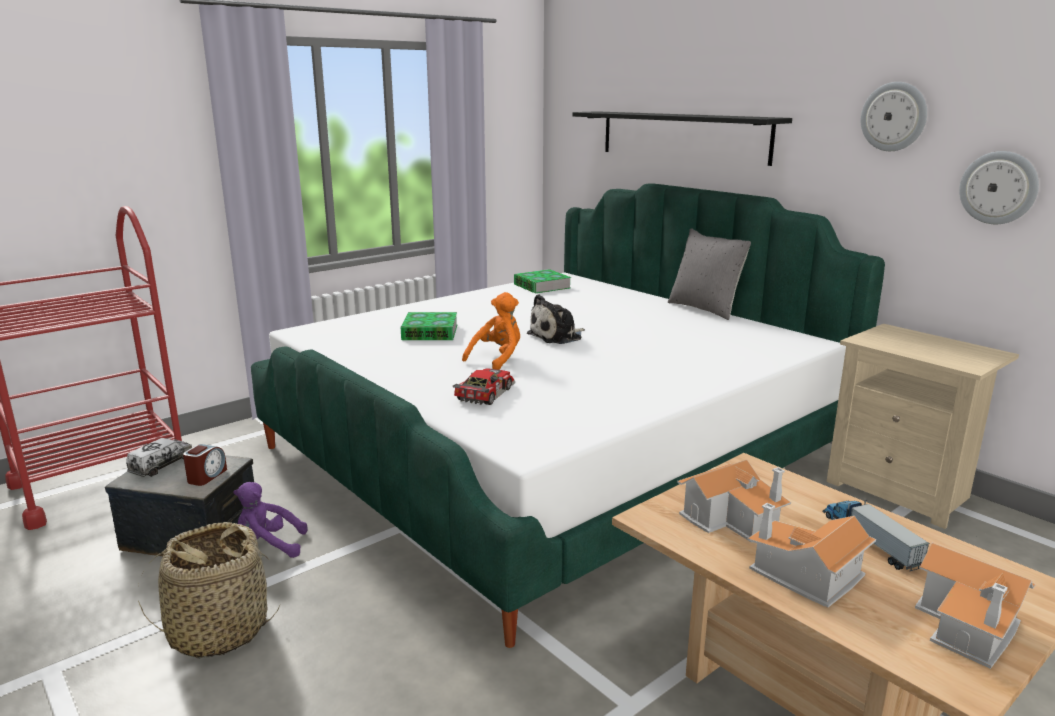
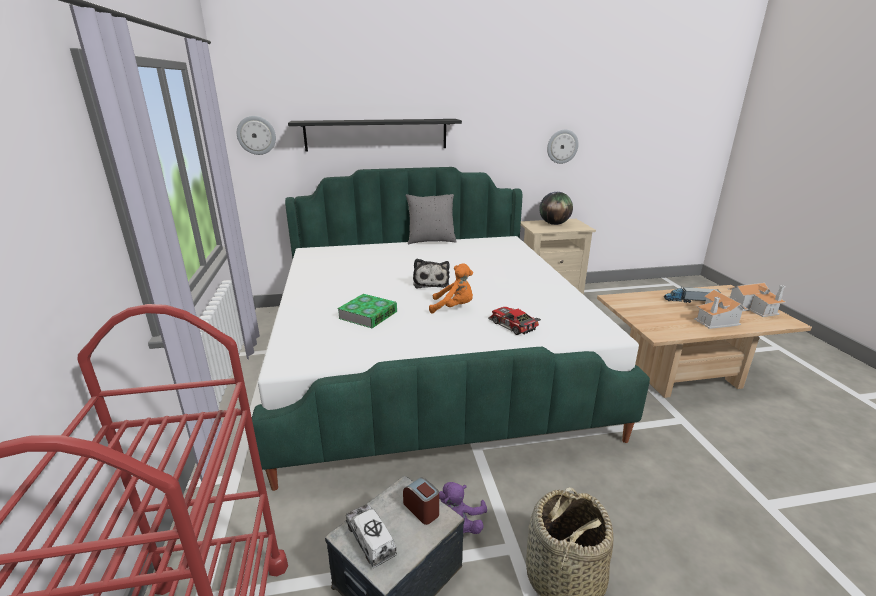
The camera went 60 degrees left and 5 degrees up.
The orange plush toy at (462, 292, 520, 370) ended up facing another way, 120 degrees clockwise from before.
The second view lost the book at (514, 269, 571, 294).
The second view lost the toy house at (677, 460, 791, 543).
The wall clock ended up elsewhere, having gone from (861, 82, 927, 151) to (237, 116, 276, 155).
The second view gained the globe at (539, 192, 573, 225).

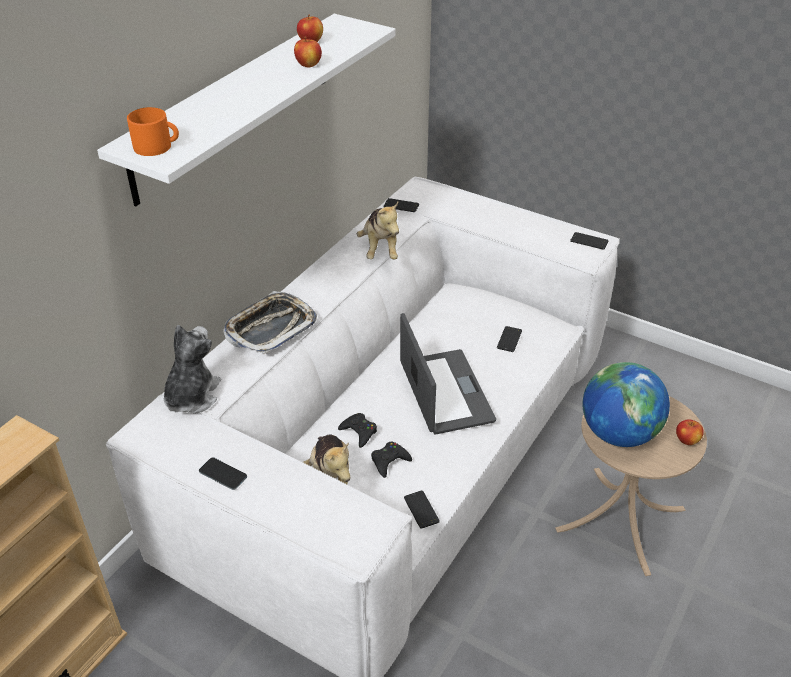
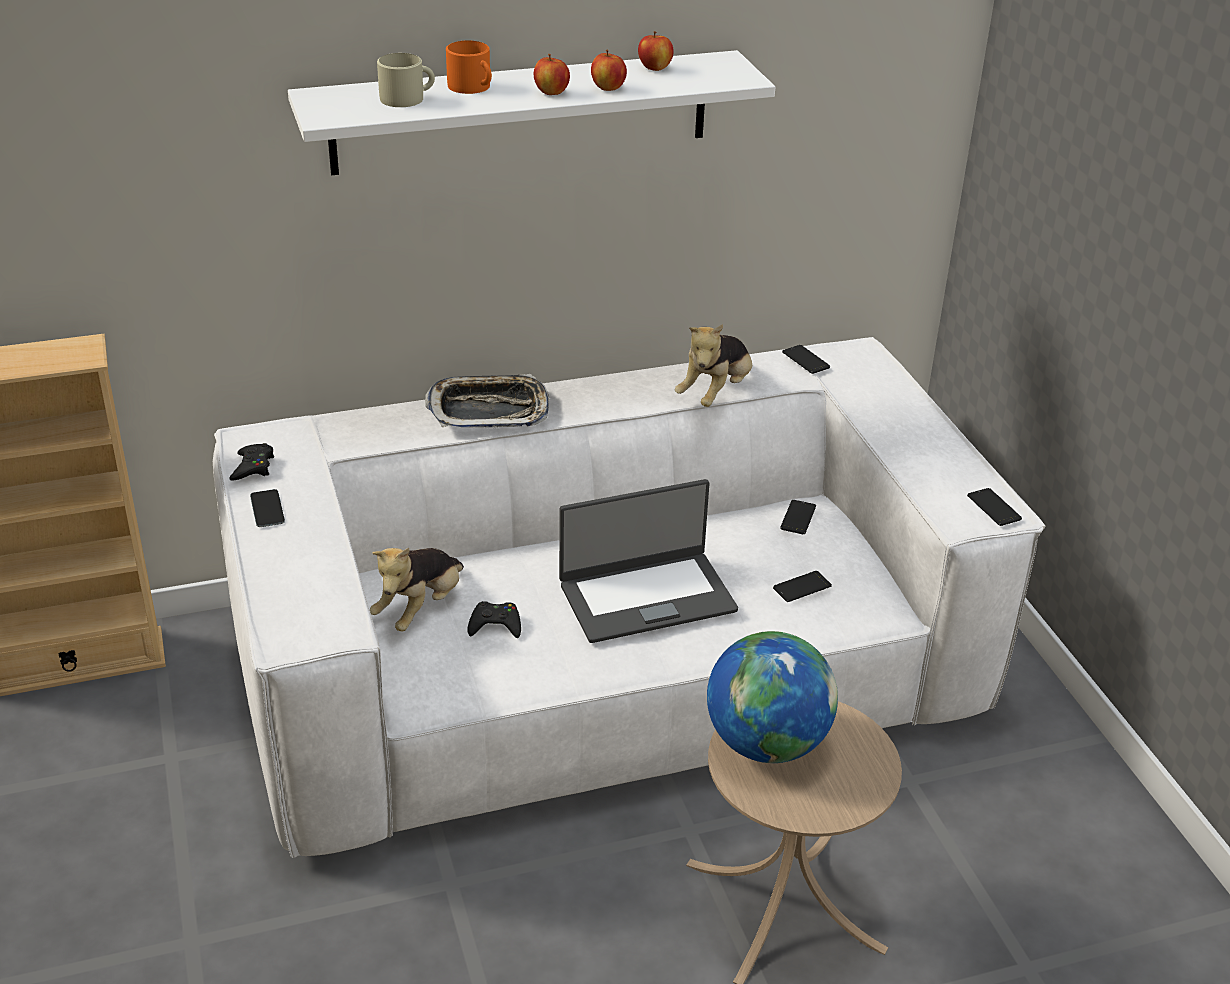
The camera went 40 degrees right and 5 degrees down.
The orange mug ended up elsewhere, having gone from (127, 107, 179, 156) to (446, 41, 492, 94).
The second view lost the plush toy at (164, 325, 221, 414).
The black game controller ended up elsewhere, having gone from (338, 413, 377, 448) to (229, 443, 274, 480).
The laptop at (400, 313, 496, 435) ended up facing another way, 45 degrees clockwise from before.
The phone ended up elsewhere, having gone from (404, 491, 440, 529) to (780, 500, 816, 534).
The apple ended up elsewhere, having gone from (676, 419, 704, 445) to (534, 54, 570, 95).
The second view gained the beige mug at (377, 53, 435, 107).

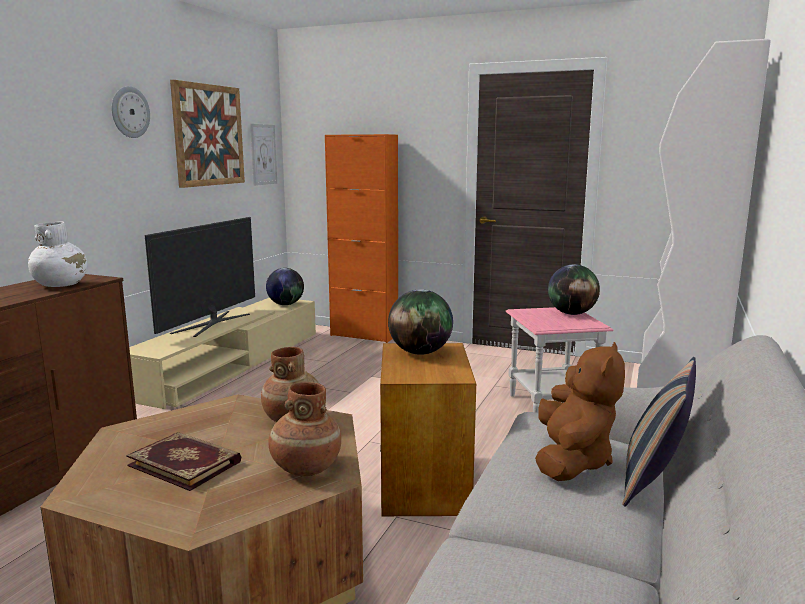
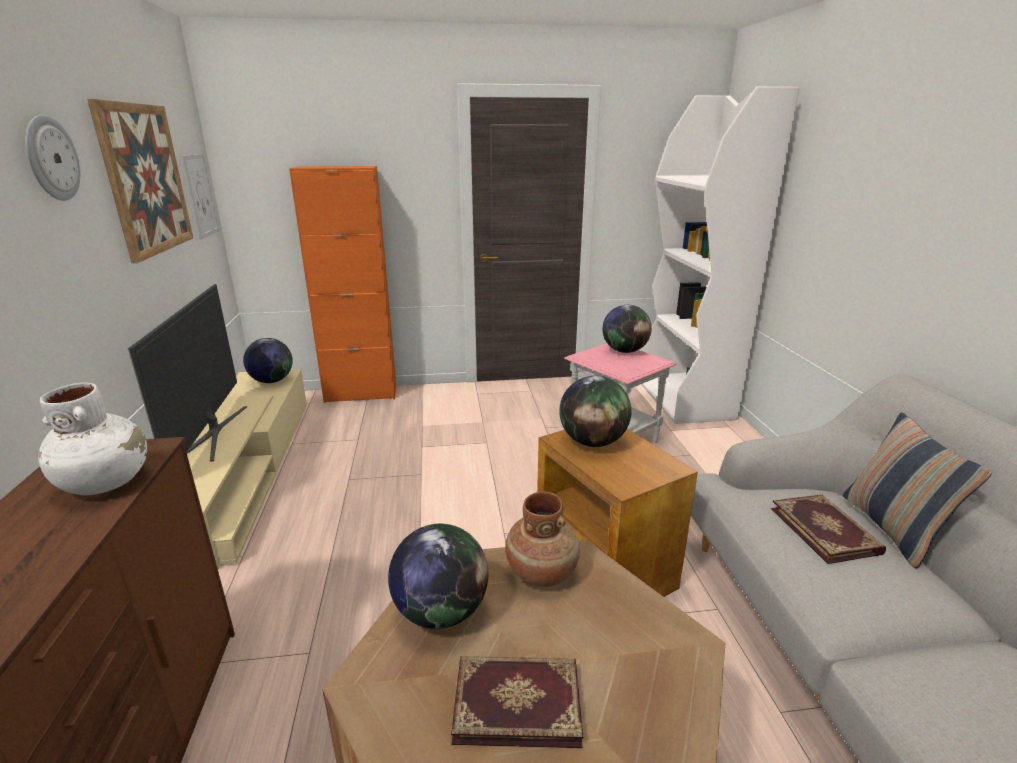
The camera went 30 degrees left and 10 degrees up.
The second view lost the brown vase at (268, 382, 341, 476).
Where the brown plush toy stood at (535, 342, 625, 481), the book came to stand at (771, 494, 886, 564).
The second view gained the globe at (388, 524, 488, 629).

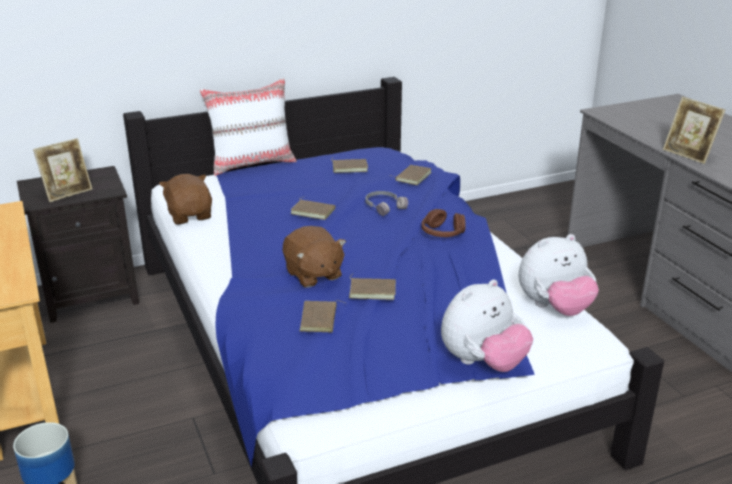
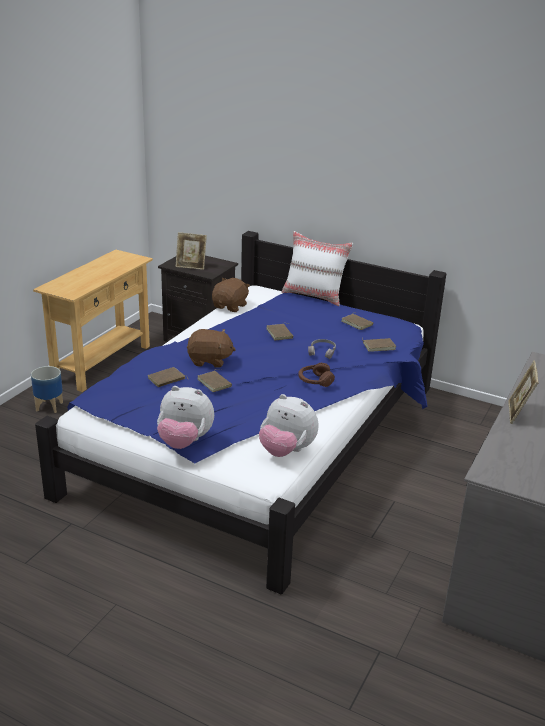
The camera went 50 degrees right and 0 degrees up.
The brown plush toy at (283, 226, 346, 288) ended up facing another way, 105 degrees counterclockwise from before.

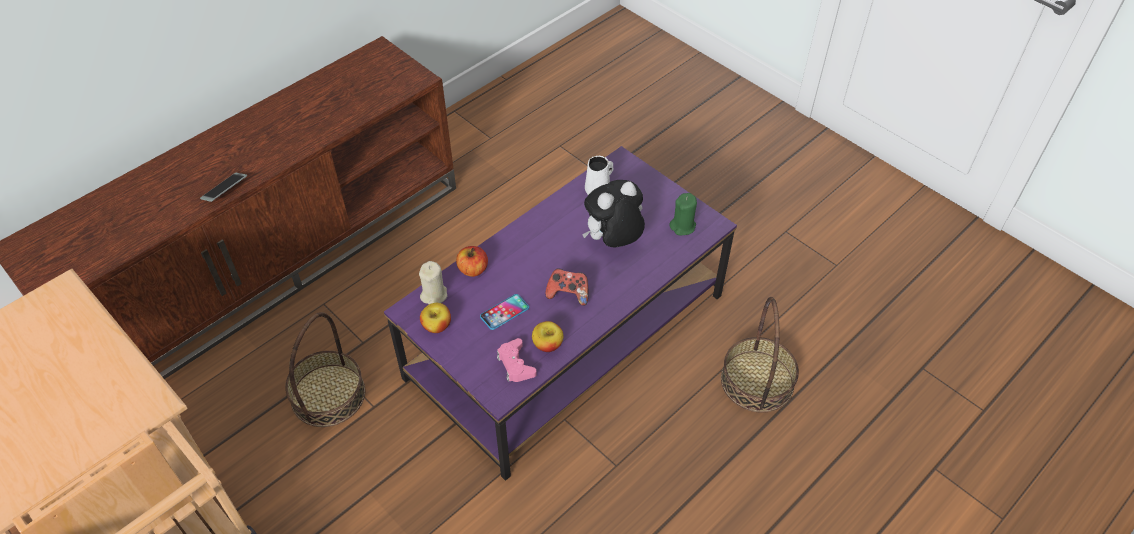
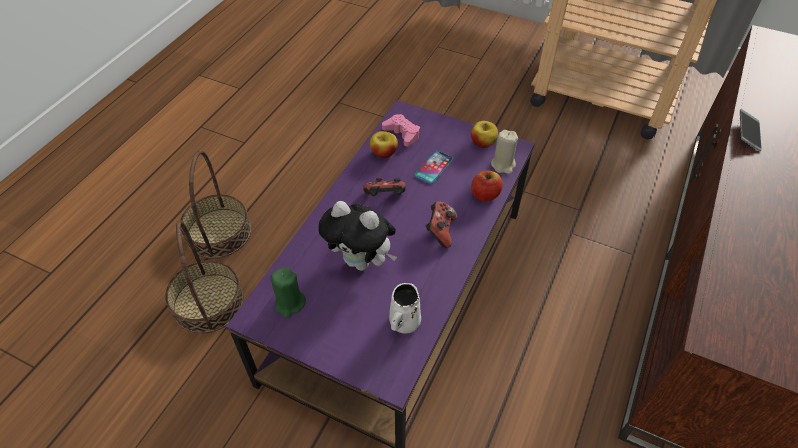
The camera went 160 degrees right and 0 degrees up.
The basket ended up elsewhere, having gone from (285, 312, 365, 427) to (181, 150, 251, 259).
The plush toy at (582, 180, 645, 248) ended up facing another way, 75 degrees clockwise from before.
The second view gained the game controller at (426, 201, 457, 248).

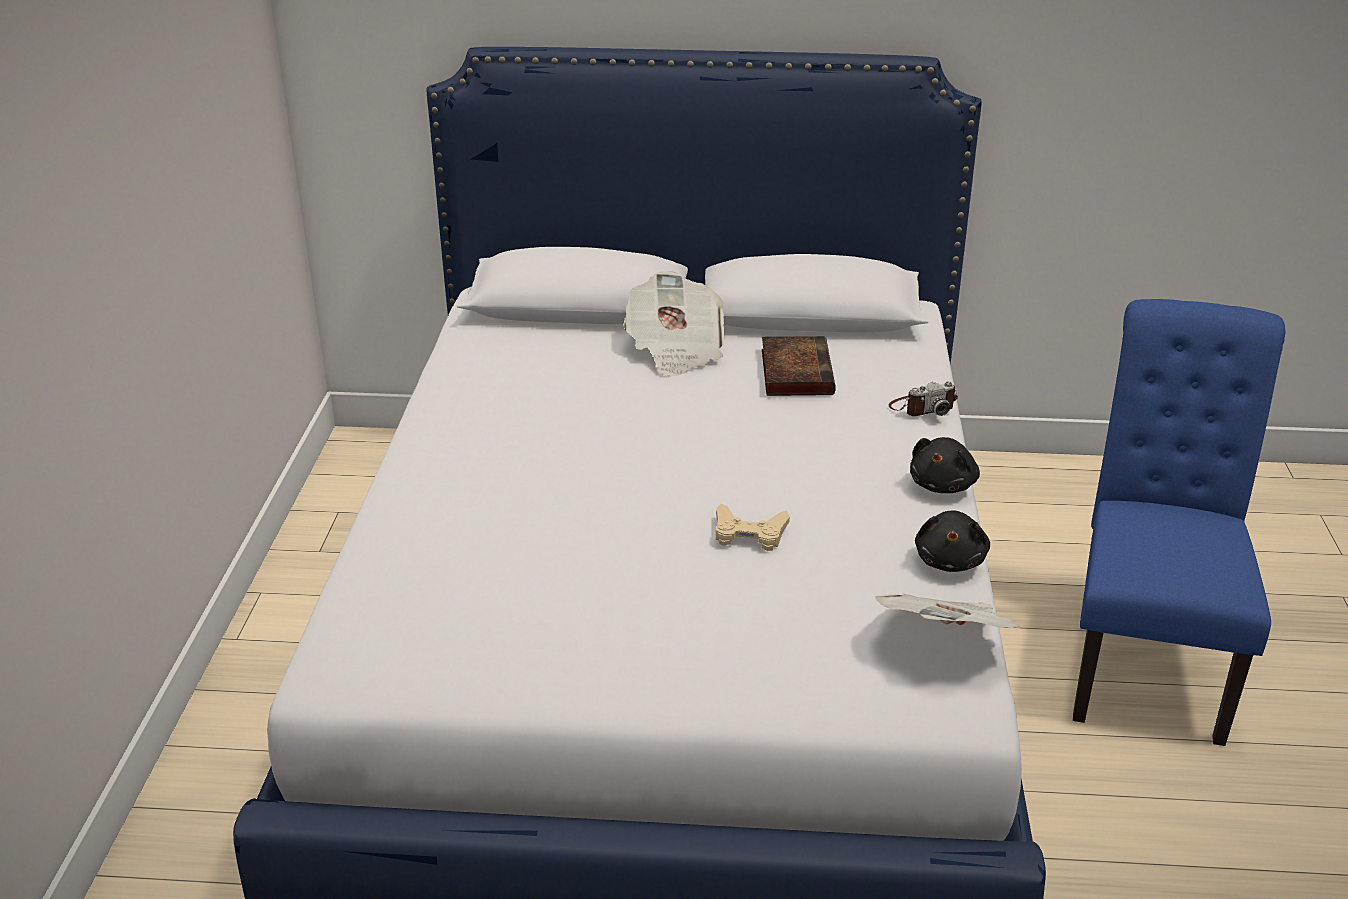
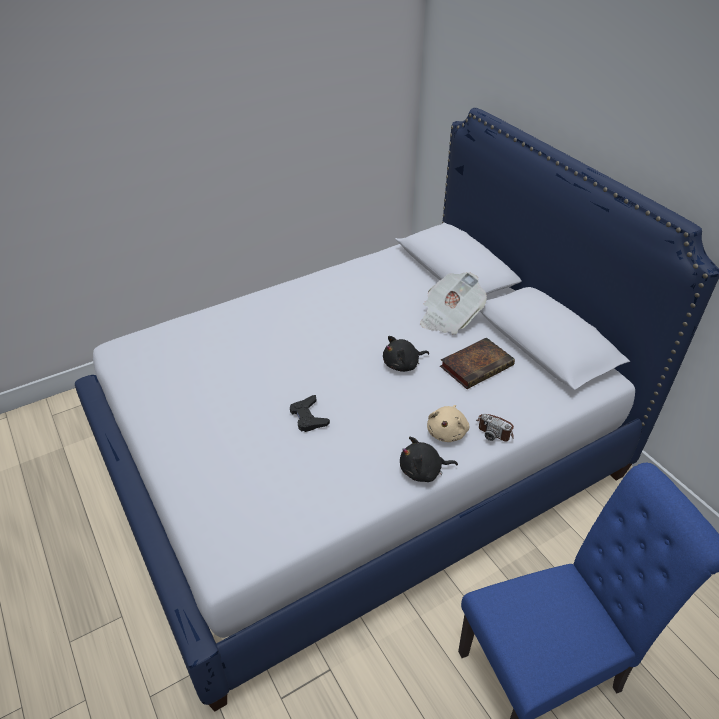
The camera went 55 degrees right and 10 degrees up.
What was the beige game controller at (716, 503, 790, 551) turned into the black game controller at (290, 395, 330, 432).
The second view lost the newspaper at (875, 593, 1021, 628).
The black plush toy ended up elsewhere, having gone from (915, 510, 990, 572) to (383, 336, 429, 372).
The second view gained the beige plush toy at (427, 405, 469, 442).

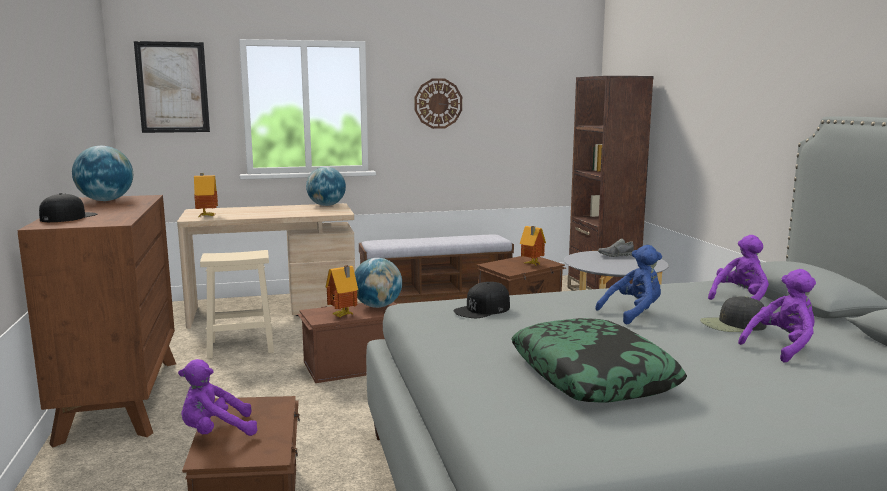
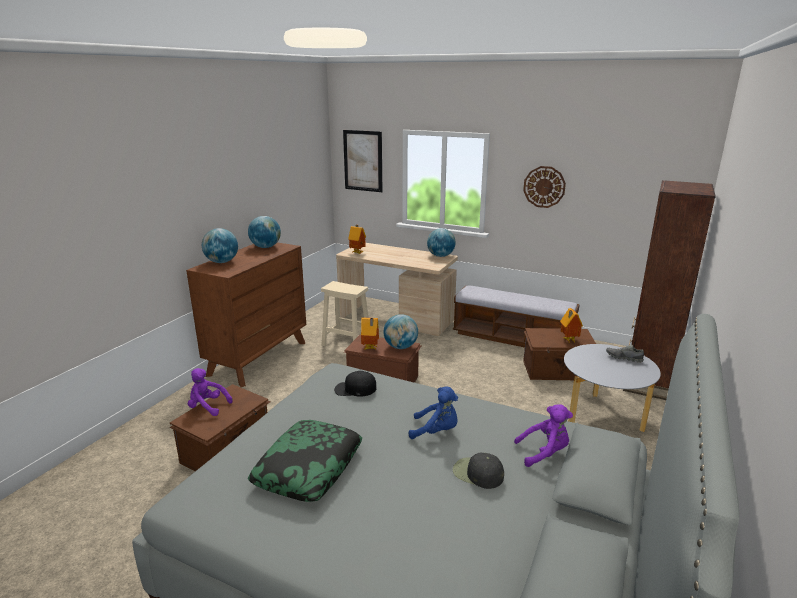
The camera went 40 degrees right and 10 degrees up.
Where the black cap stood at (39, 193, 97, 222), the globe came to stand at (202, 228, 238, 263).
The second view lost the purple plush toy at (738, 269, 816, 363).

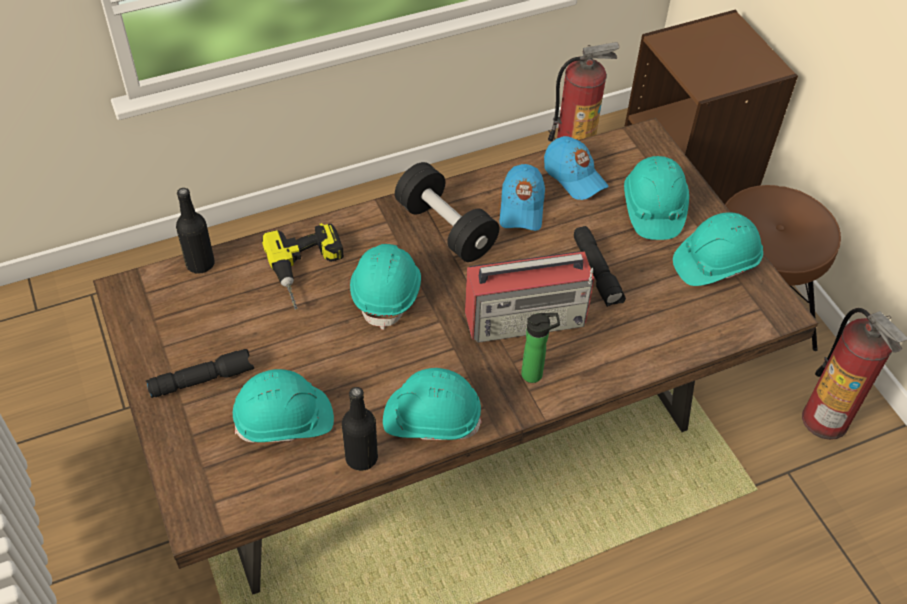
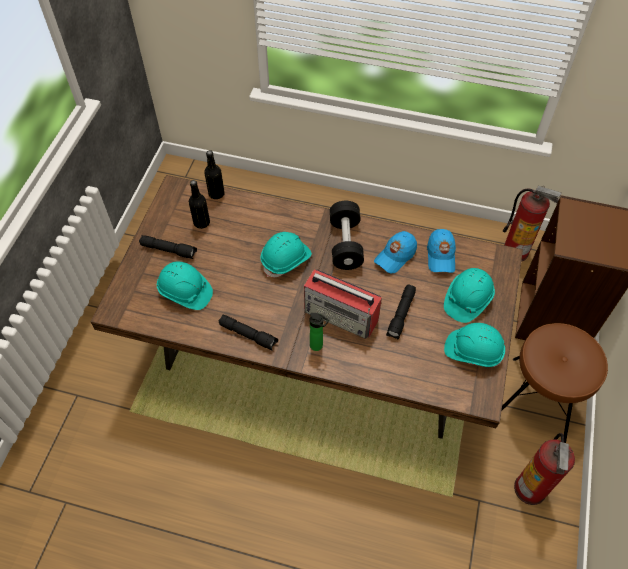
The camera went 40 degrees right and 5 degrees up.
The second view lost the power drill at (262, 223, 344, 310).
The black bottle ended up elsewhere, having gone from (342, 387, 378, 471) to (189, 180, 210, 229).
Where the turquoise hard hat stood at (383, 368, 482, 440), the black flashlight came to stand at (219, 315, 278, 350).

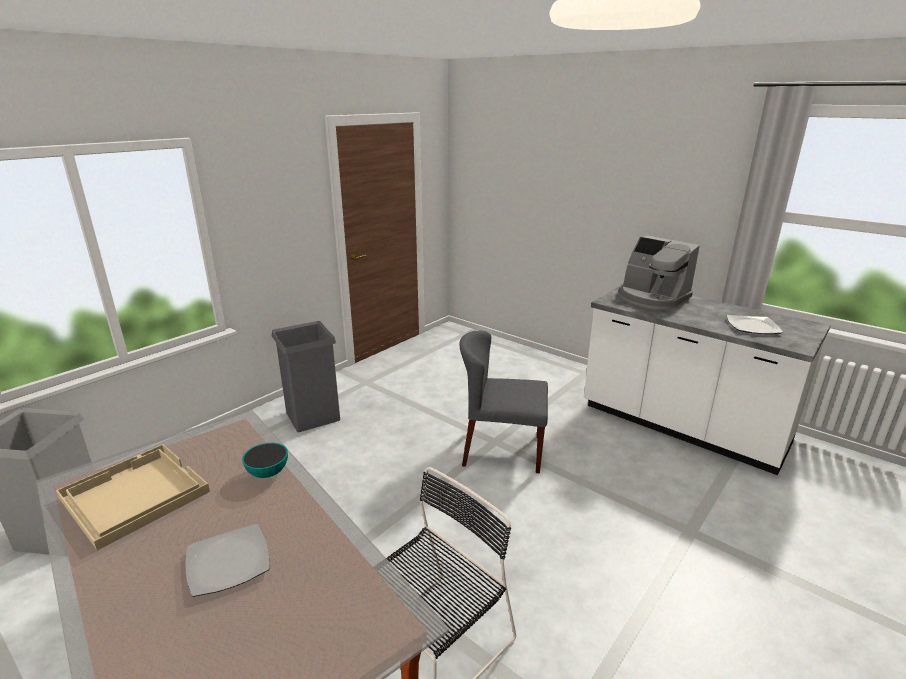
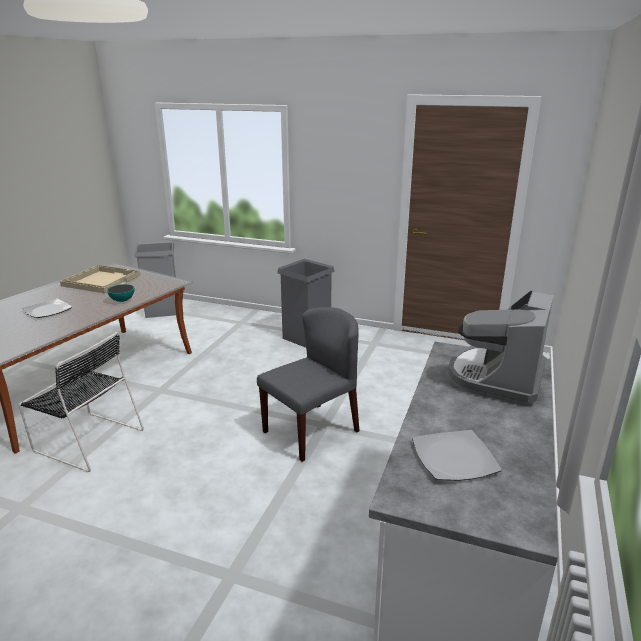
The camera went 70 degrees right and 0 degrees up.
The grey chair at (459, 330, 548, 473) ended up facing another way, 60 degrees clockwise from before.

